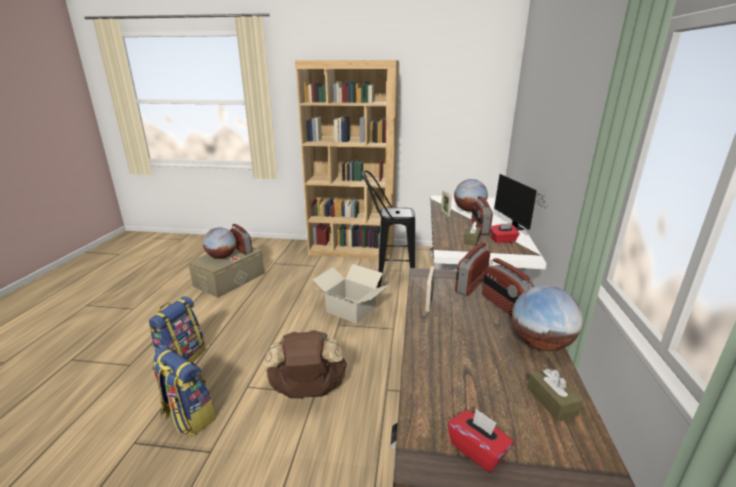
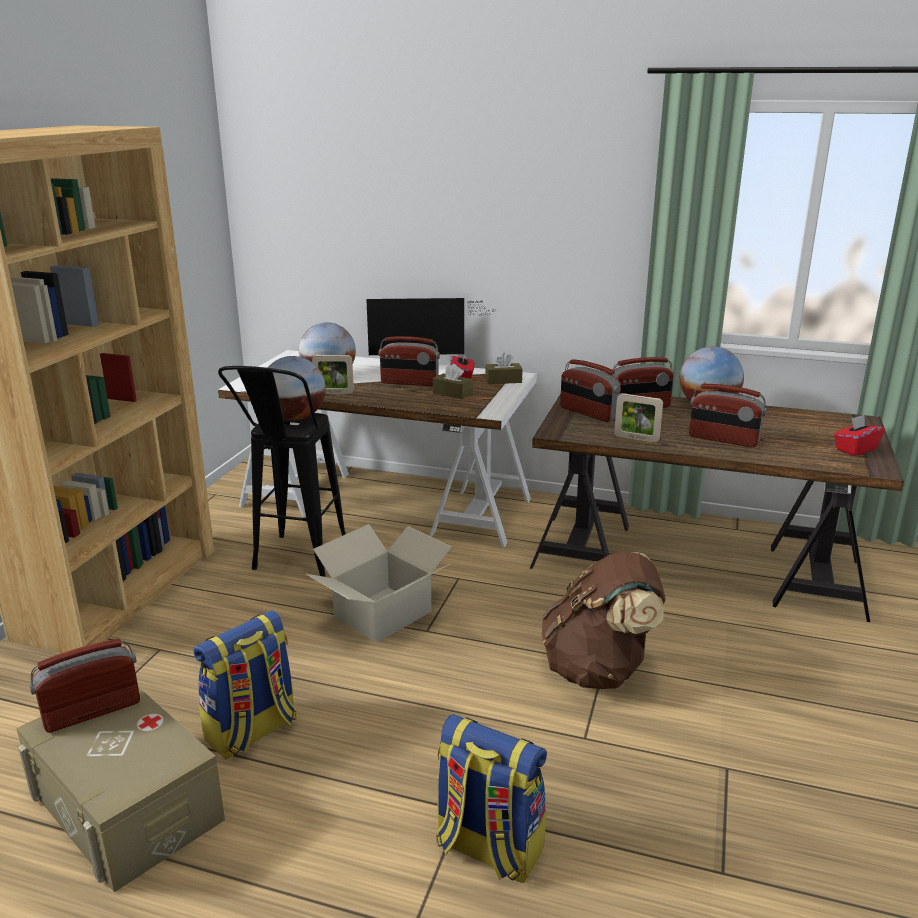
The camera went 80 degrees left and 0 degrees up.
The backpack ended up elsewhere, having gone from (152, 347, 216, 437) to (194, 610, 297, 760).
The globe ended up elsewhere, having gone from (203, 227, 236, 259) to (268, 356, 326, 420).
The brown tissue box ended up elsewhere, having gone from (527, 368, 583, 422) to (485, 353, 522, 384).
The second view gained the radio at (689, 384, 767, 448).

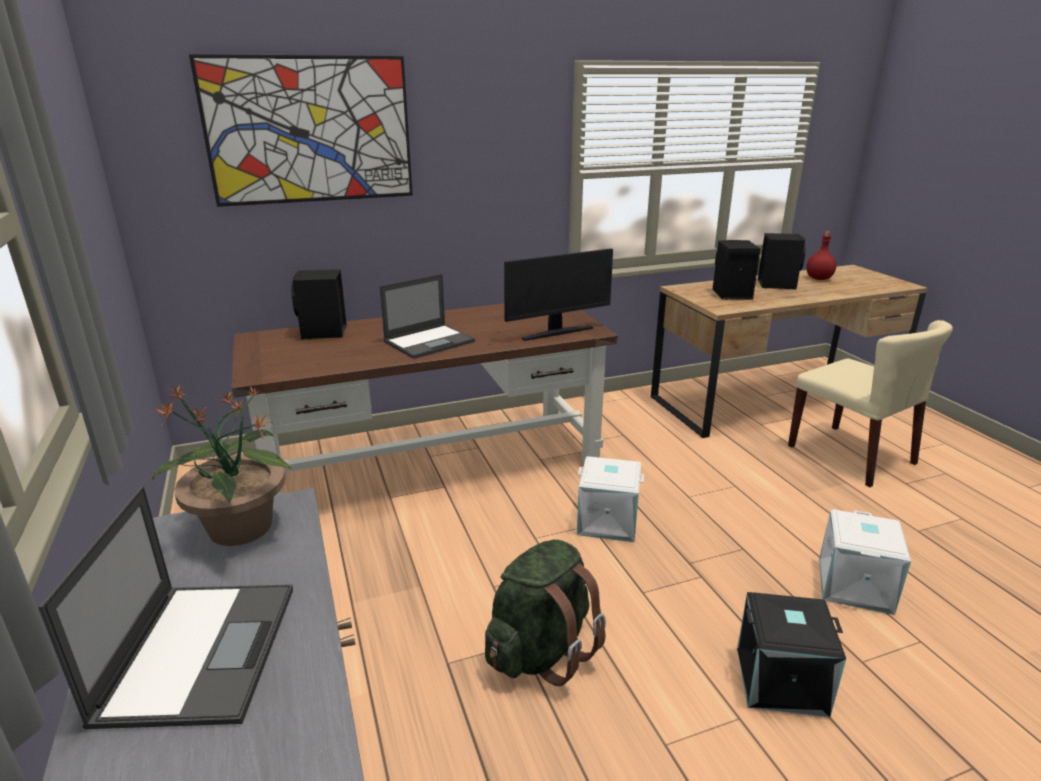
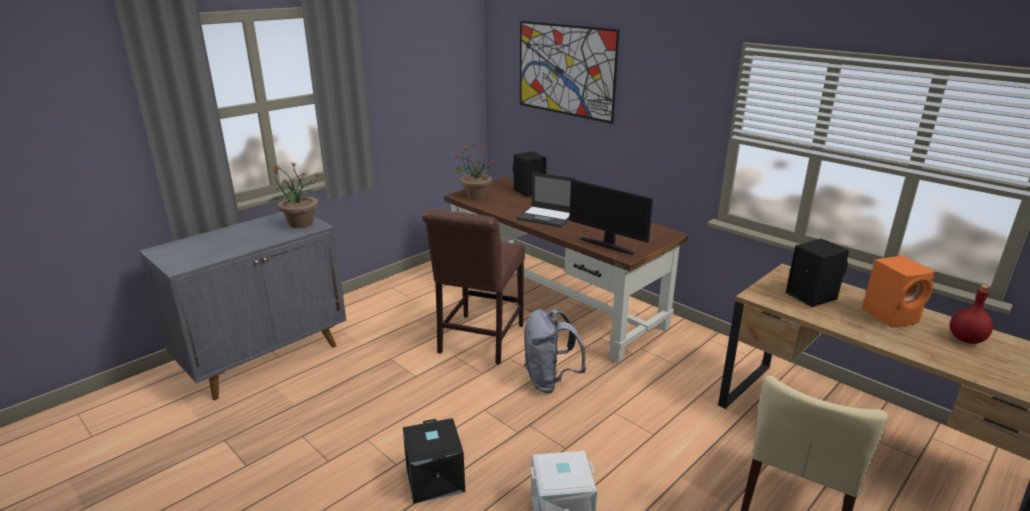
The camera went 65 degrees right and 0 degrees up.
The second view lost the laptop at (38, 486, 293, 729).
The second view lost the green backpack at (485, 539, 606, 686).
Where the white storage box stood at (577, 456, 644, 542), the grey backpack came to stand at (524, 309, 586, 393).
What was the black speaker at (758, 233, 806, 289) turned into the orange speaker at (862, 255, 935, 328).
The second view gained the brown chair at (422, 210, 525, 364).
The second view gained the potted plant at (454, 144, 494, 200).

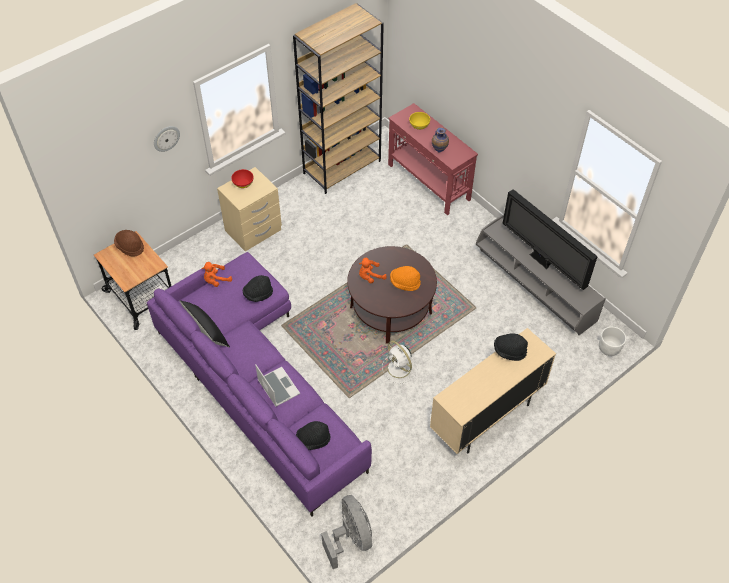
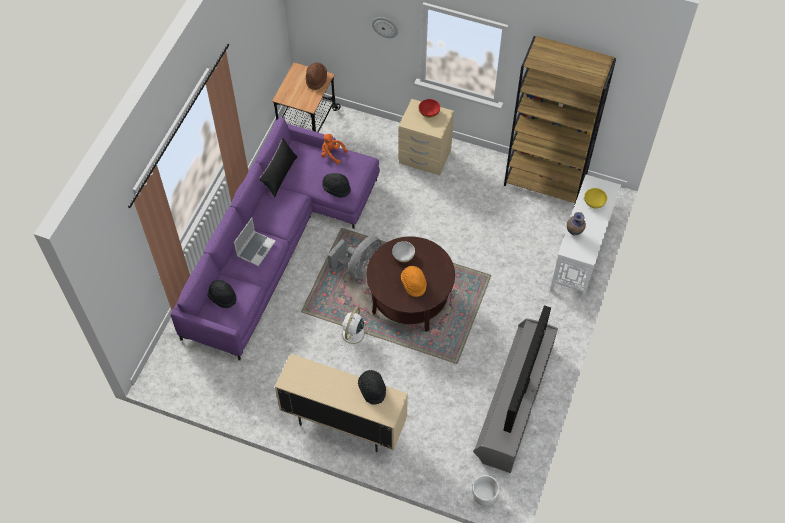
The camera went 60 degrees right and 5 degrees up.
The grey fan ended up elsewhere, having gone from (321, 495, 372, 569) to (328, 236, 382, 279).
Where the orange plush toy stood at (359, 258, 387, 283), the white bowl came to stand at (392, 241, 415, 262).
What was the red console table at (388, 103, 478, 215) turned into the white console table at (550, 175, 621, 302).

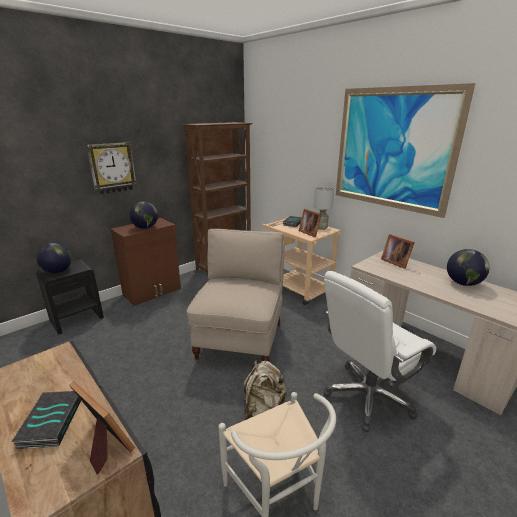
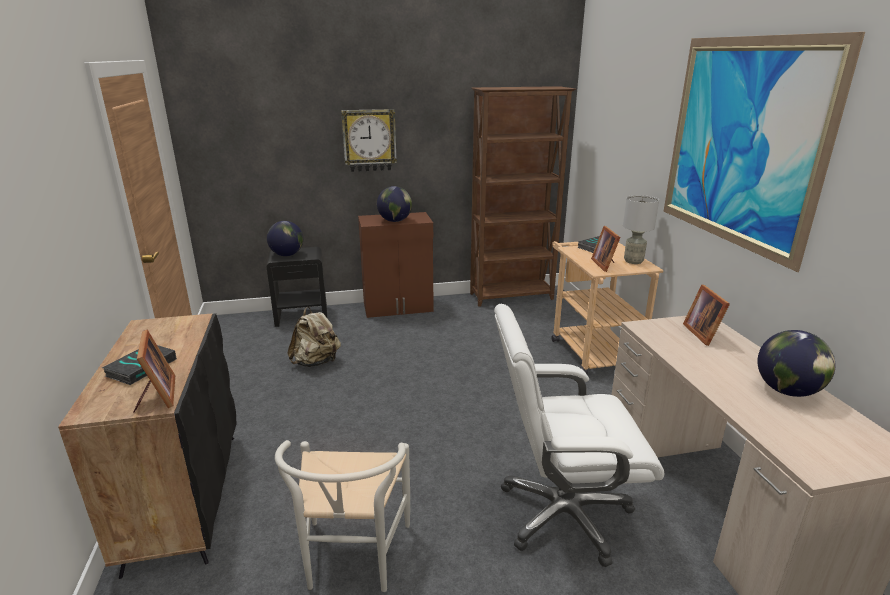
The camera went 30 degrees right and 0 degrees up.
The second view lost the beige chair at (187, 229, 285, 363).
The beige backpack ended up elsewhere, having gone from (244, 360, 287, 420) to (287, 307, 341, 367).

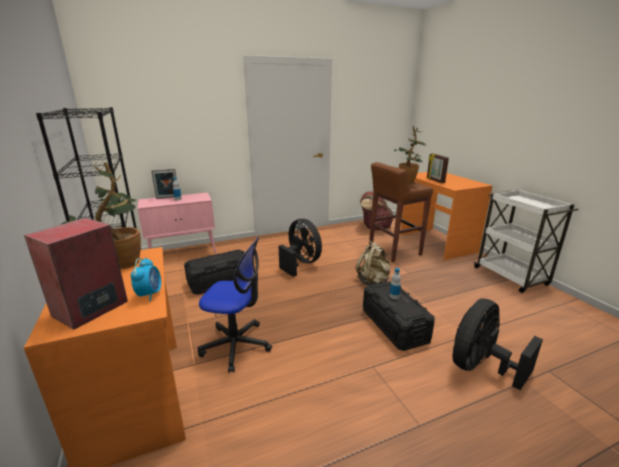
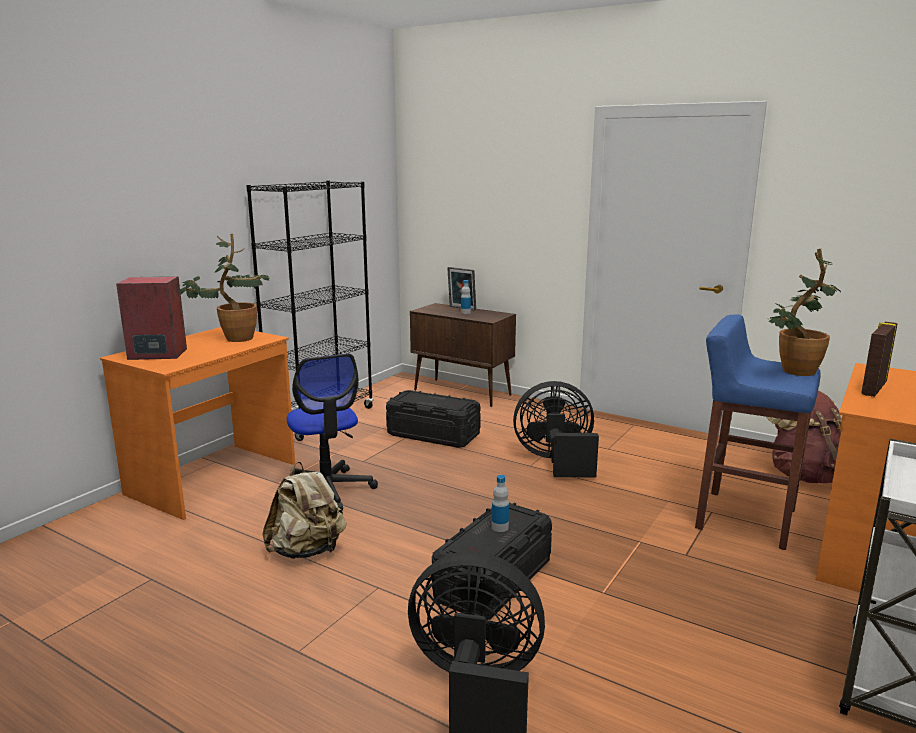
The camera went 55 degrees right and 5 degrees down.
The second view lost the alarm clock at (131, 258, 161, 301).
What was the pink cabinet at (138, 192, 216, 254) turned into the brown cabinet at (410, 303, 516, 407).
The black fan at (279, 219, 322, 277) ended up facing another way, 105 degrees counterclockwise from before.
The beige backpack ended up elsewhere, having gone from (356, 240, 390, 286) to (262, 462, 346, 559).
What was the brown stool at (369, 162, 433, 263) turned into the blue stool at (695, 314, 821, 550).

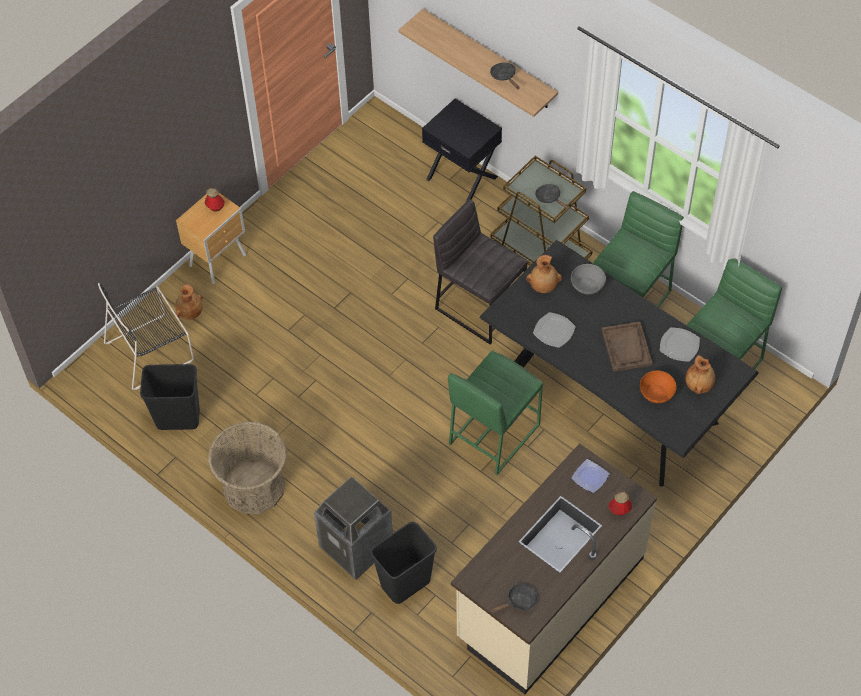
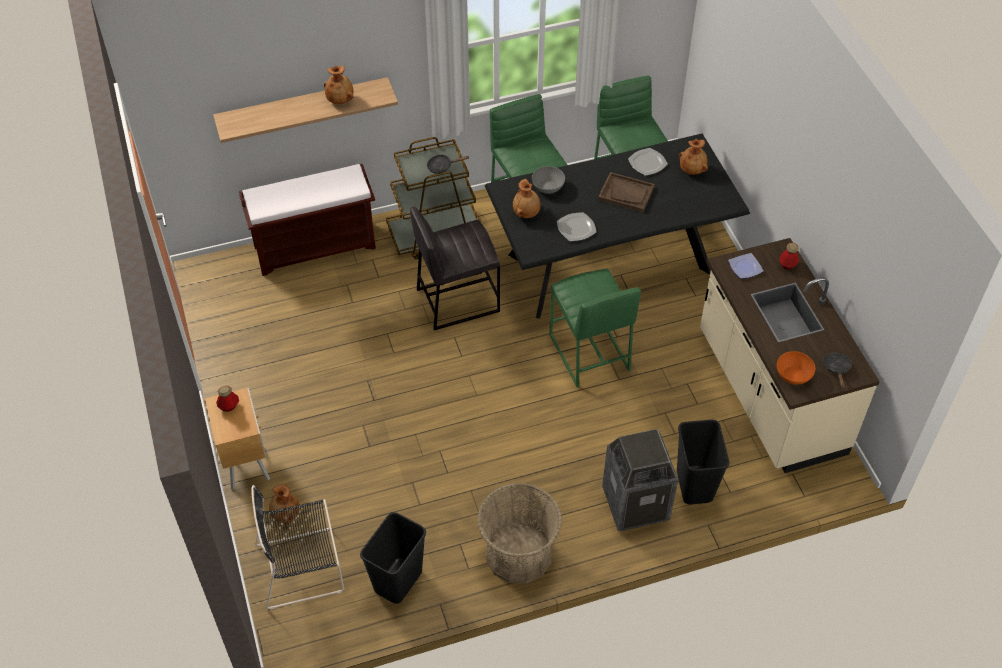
The camera went 60 degrees left and 5 degrees down.
The black chair at (98, 283, 194, 390) ended up facing another way, 75 degrees clockwise from before.
Where the black nightstand stood at (422, 99, 502, 203), the brown bench came to stand at (239, 164, 376, 276).
Where the black frying pan stood at (490, 62, 519, 89), the brown vase came to stand at (324, 65, 354, 104).
The orange bowl ended up elsewhere, having gone from (640, 371, 676, 403) to (777, 351, 815, 384).

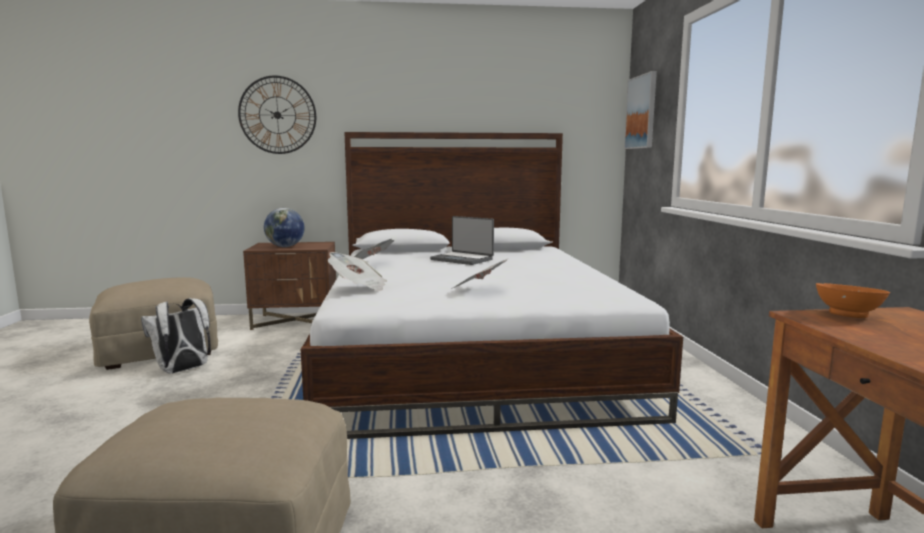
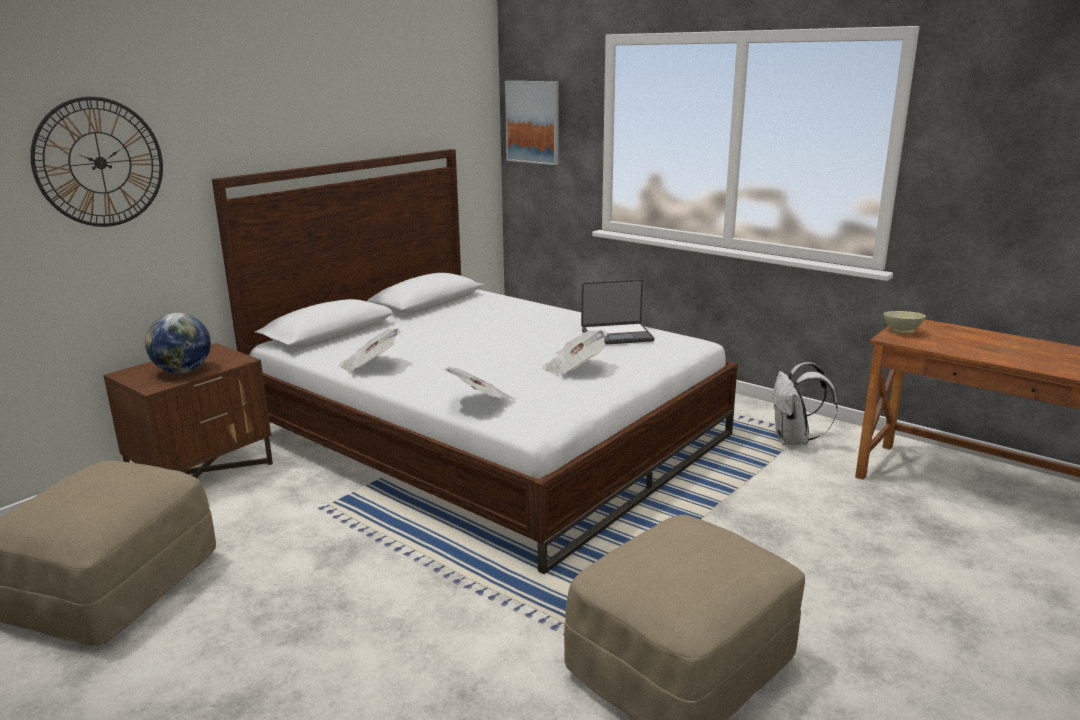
The camera went 45 degrees left and 10 degrees up.
The white backpack ended up elsewhere, having gone from (141, 298, 210, 373) to (772, 362, 838, 445).
The laptop ended up elsewhere, having gone from (430, 216, 494, 265) to (581, 279, 655, 345).
What was the orange bowl at (816, 283, 890, 318) turned into the beige bowl at (884, 311, 926, 334).

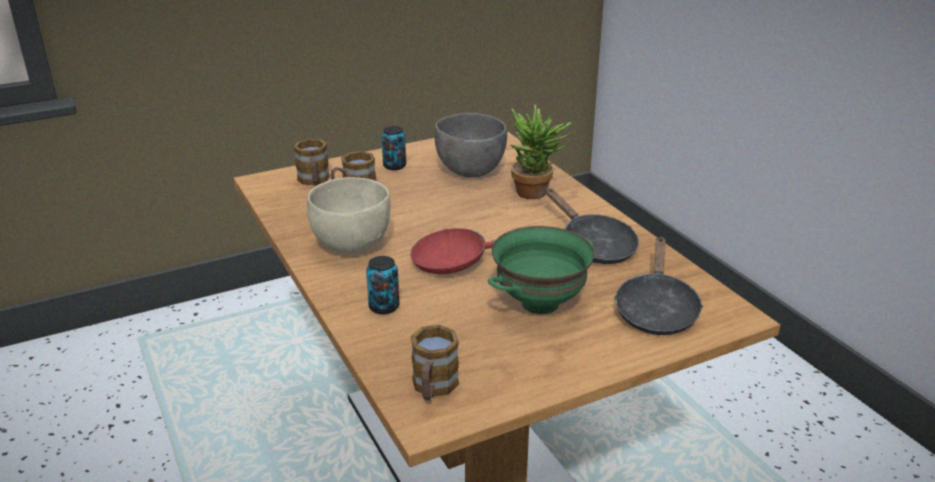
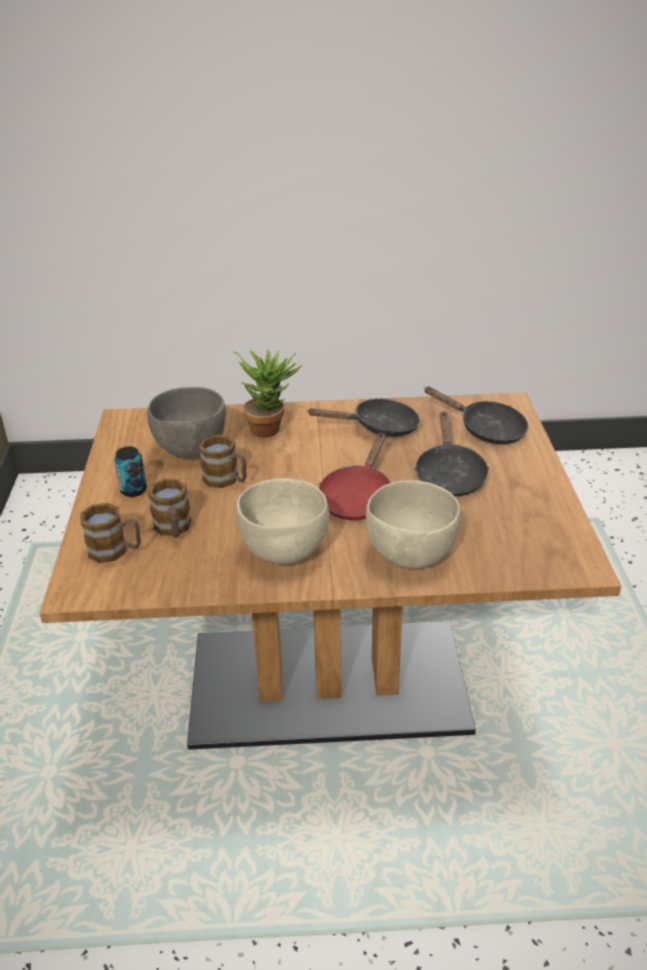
The camera went 65 degrees left and 5 degrees up.
Where the can stood at (366, 256, 399, 314), the beige bowl came to stand at (366, 480, 461, 569).
The mug ended up elsewhere, having gone from (411, 325, 459, 400) to (199, 435, 247, 488).
Where the green bowl stood at (488, 226, 595, 314), the black frying pan came to stand at (414, 411, 489, 496).

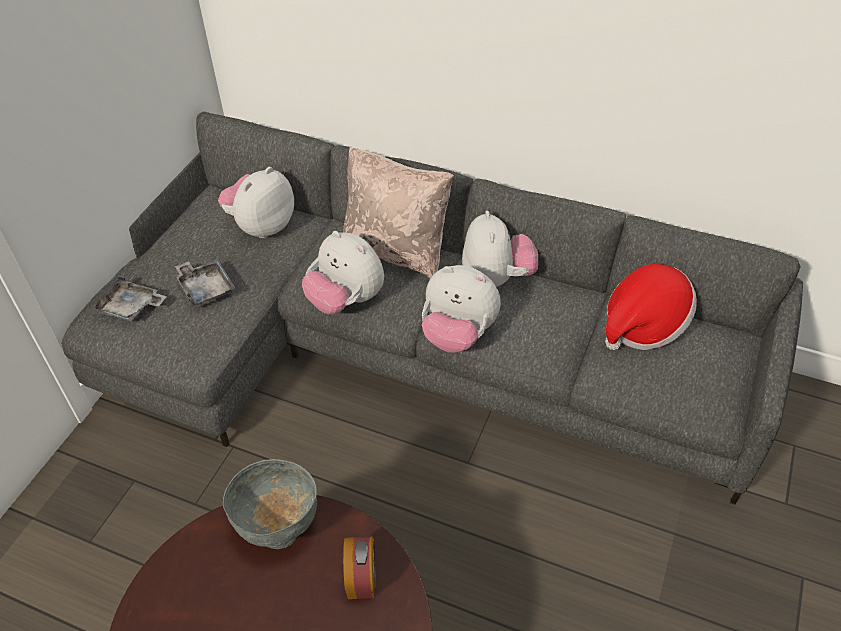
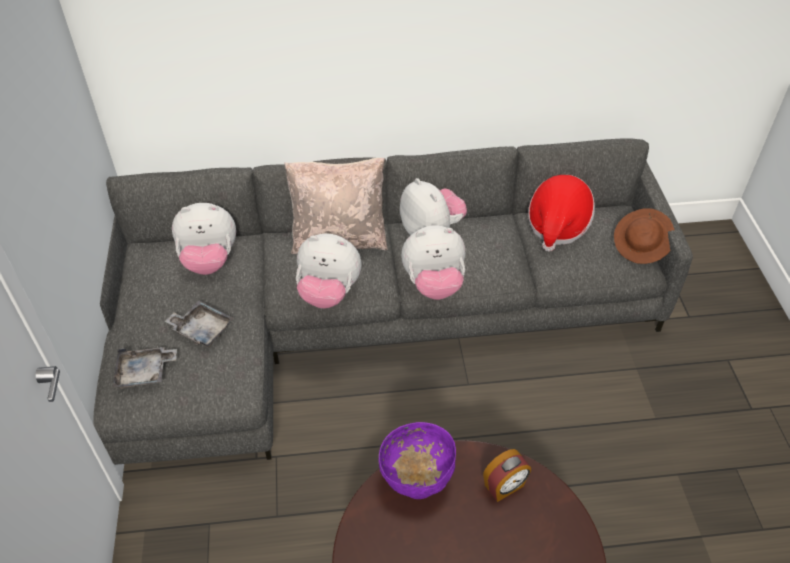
The camera went 30 degrees left and 0 degrees up.
The plush toy at (218, 167, 294, 238) ended up facing another way, 105 degrees counterclockwise from before.
What was the grey bowl at (223, 459, 317, 549) turned into the purple bowl at (379, 422, 456, 499).
The alarm clock at (343, 537, 376, 599) ended up facing another way, 90 degrees clockwise from before.
The second view gained the brown hat at (614, 208, 675, 264).

